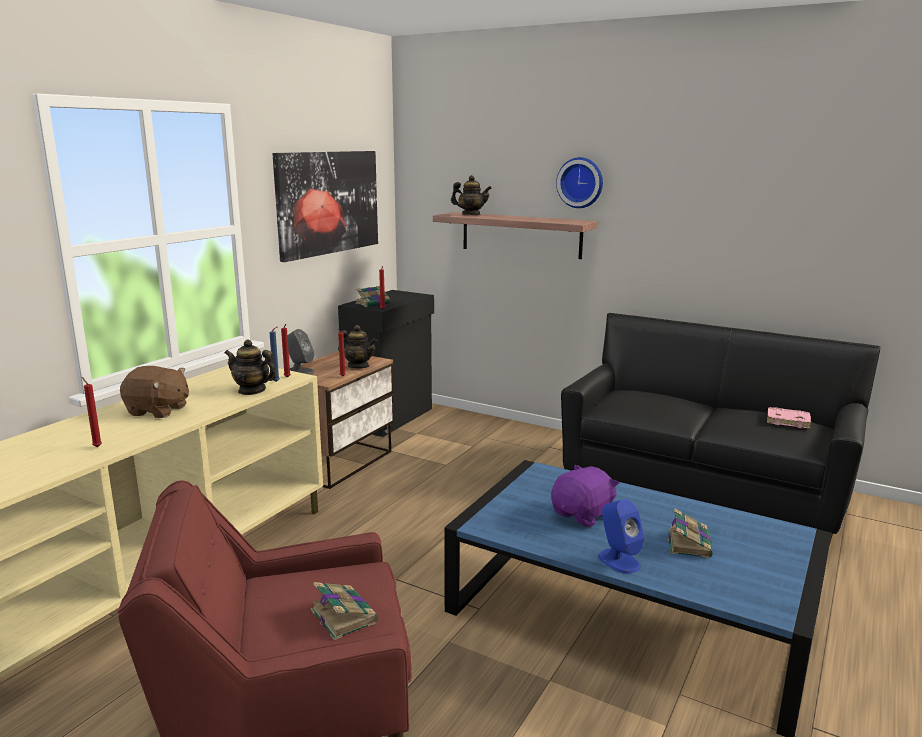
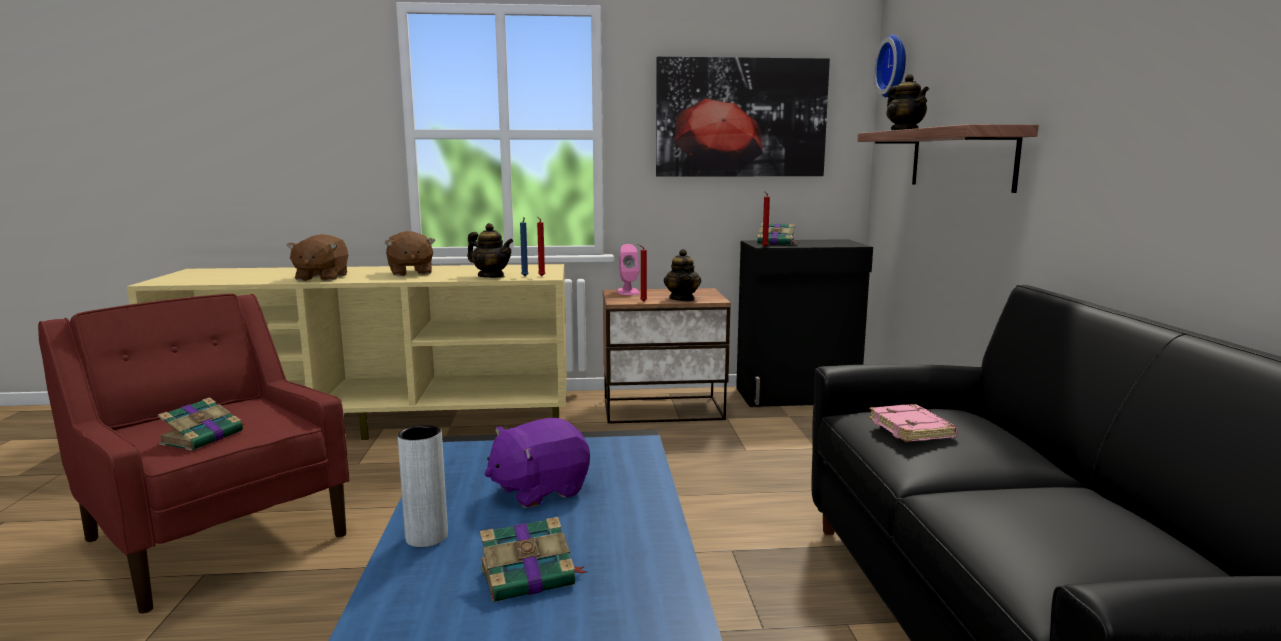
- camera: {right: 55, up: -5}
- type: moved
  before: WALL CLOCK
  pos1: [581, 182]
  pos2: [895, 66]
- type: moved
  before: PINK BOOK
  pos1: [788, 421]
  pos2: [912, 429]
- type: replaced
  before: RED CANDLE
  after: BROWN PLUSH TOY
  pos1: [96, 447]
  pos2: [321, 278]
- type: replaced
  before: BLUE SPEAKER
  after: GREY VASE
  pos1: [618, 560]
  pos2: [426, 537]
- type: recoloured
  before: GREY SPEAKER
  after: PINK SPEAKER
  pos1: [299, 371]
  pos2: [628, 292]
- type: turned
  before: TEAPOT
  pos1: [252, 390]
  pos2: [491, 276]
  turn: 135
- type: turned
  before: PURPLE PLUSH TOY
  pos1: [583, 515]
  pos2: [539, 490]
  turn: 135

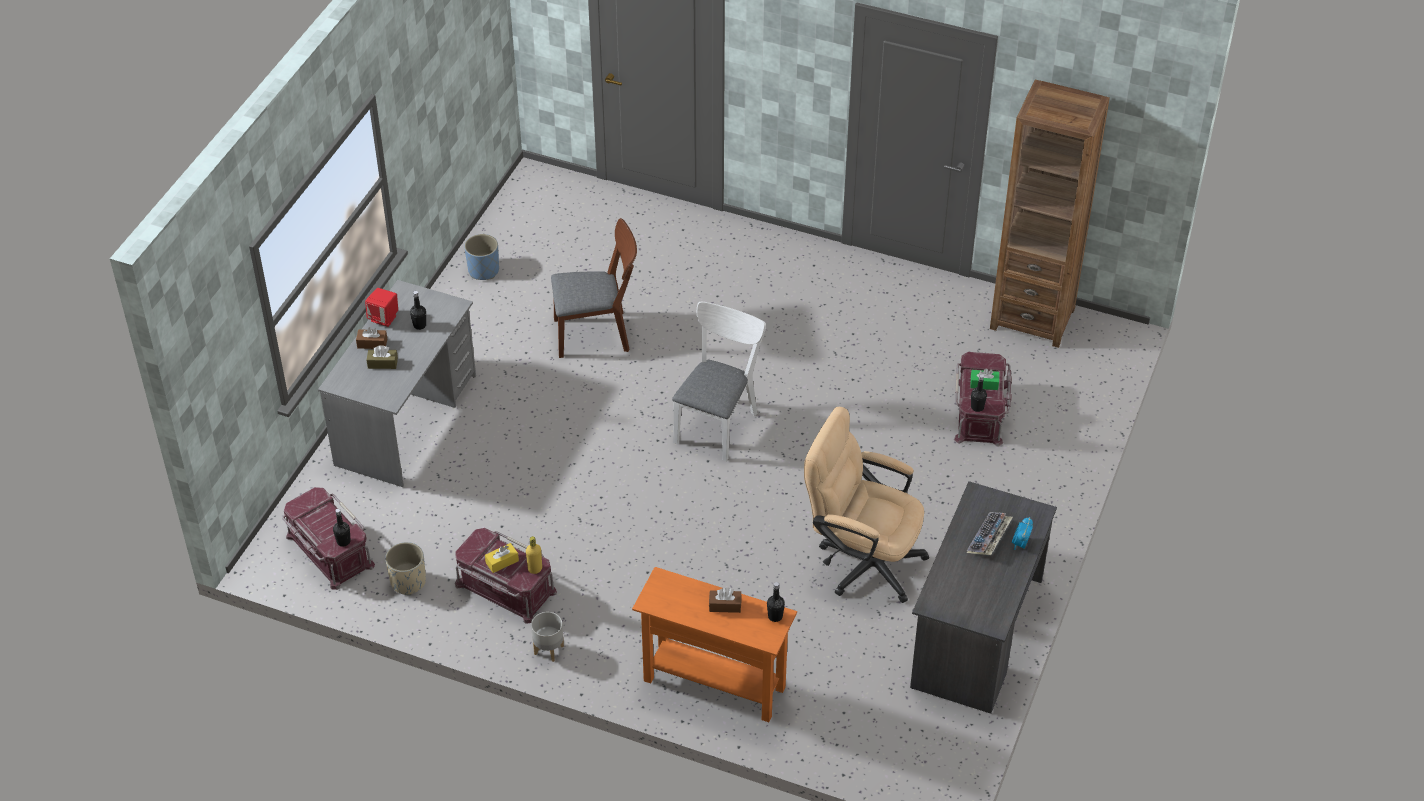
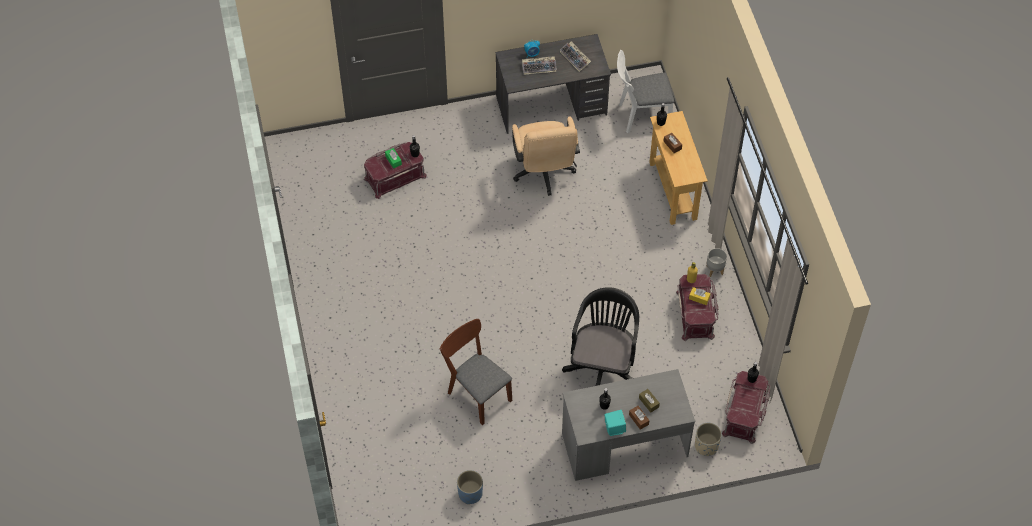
- camera: {right: -125, up: 10}
- type: removed
  before: BROWN BOOKCASE
  pos1: [1032, 318]
- type: added
  after: KEYBOARD
  pos2: [575, 58]
- type: added
  after: BLACK OFFICE CHAIR
  pos2: [603, 366]
- type: moved
  before: BEIGE PLANTER
  pos1: [408, 582]
  pos2: [706, 446]
- type: moved
  before: WHITE CHAIR
  pos1: [718, 422]
  pos2: [640, 115]
- type: recoloured
  before: RED SPEAKER
  after: TURQUOISE SPEAKER
  pos1: [384, 318]
  pos2: [614, 428]
- type: recoloured
  before: ORANGE CONSOLE TABLE
  after: BEIGE CONSOLE TABLE
  pos1: [714, 684]
  pos2: [673, 191]

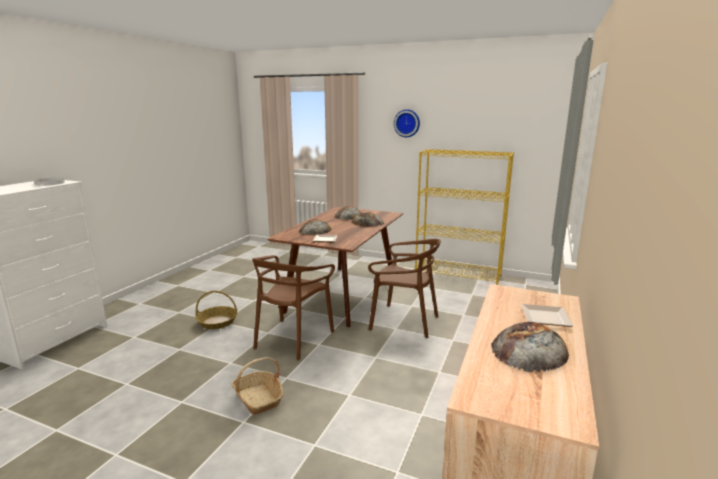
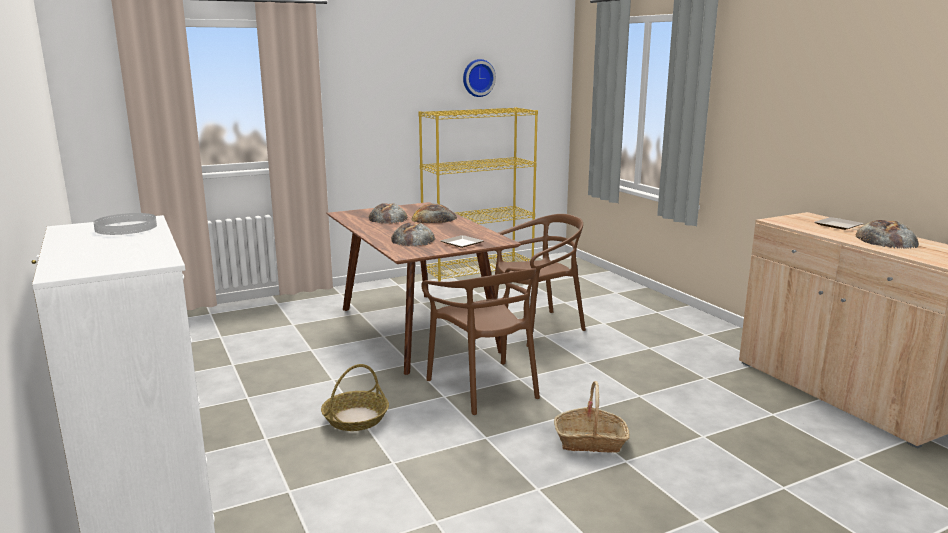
- camera: {right: -50, up: 0}
- type: moved
  before: WALL CLOCK
  pos1: [407, 123]
  pos2: [478, 78]

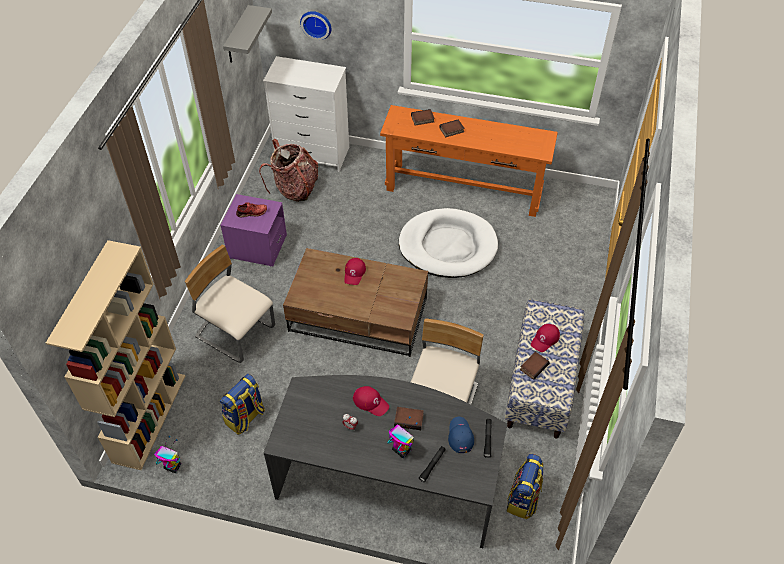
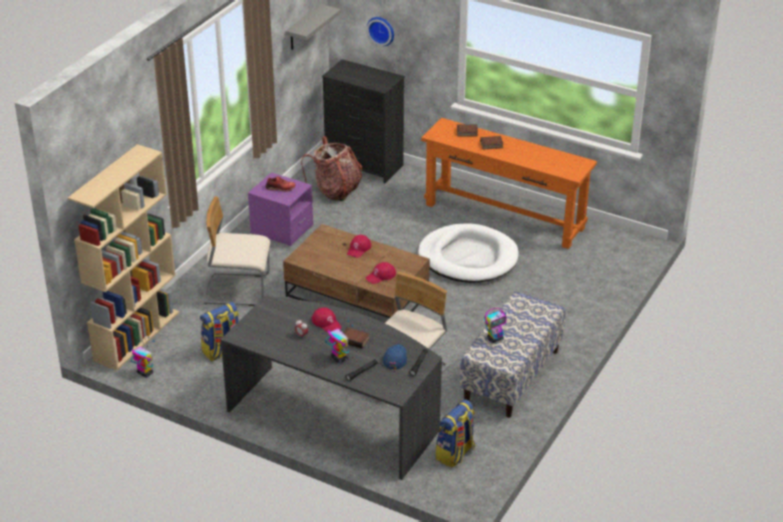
- camera: {right: 15, up: -15}
- type: moved
  before: RED CAP
  pos1: [545, 339]
  pos2: [381, 276]
- type: replaced
  before: BOOK
  after: TOY ROBOT
  pos1: [533, 366]
  pos2: [495, 338]
- type: recoloured
  before: WHITE DRESSER
  after: BLACK DRESSER
  pos1: [312, 154]
  pos2: [364, 165]
- type: turned
  before: BEIGE CHAIR
  pos1: [236, 332]
  pos2: [237, 289]
  turn: -45

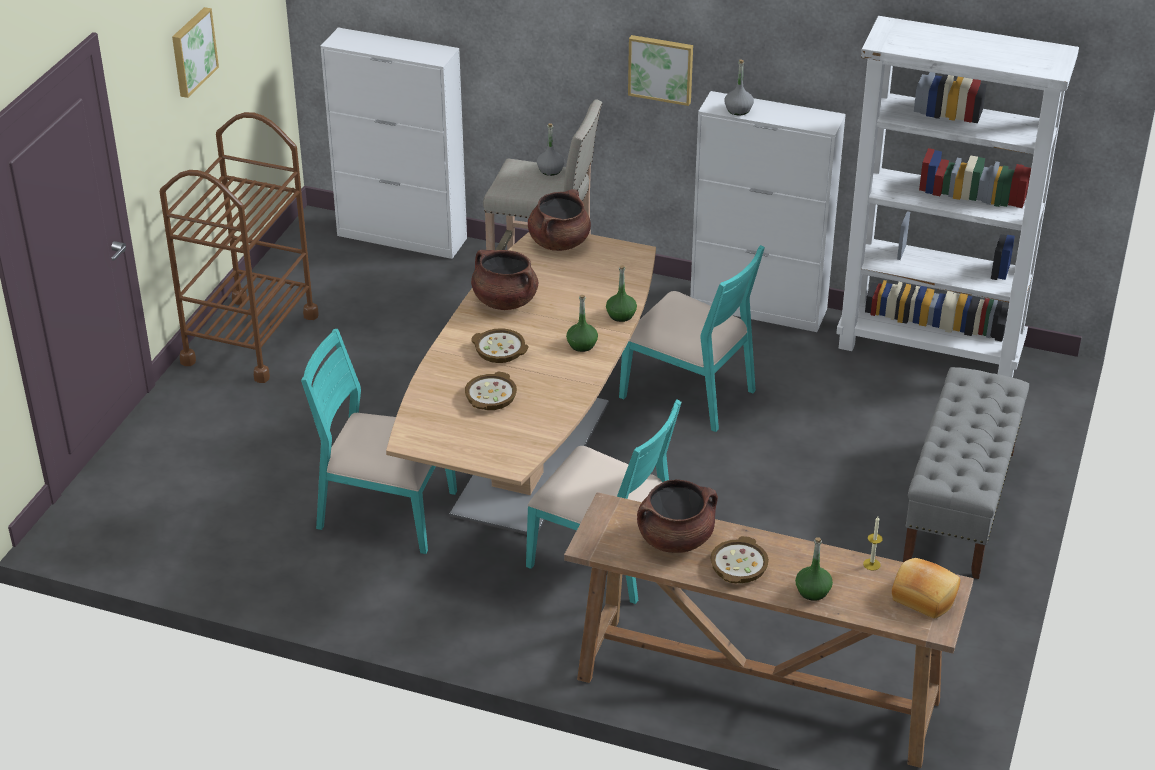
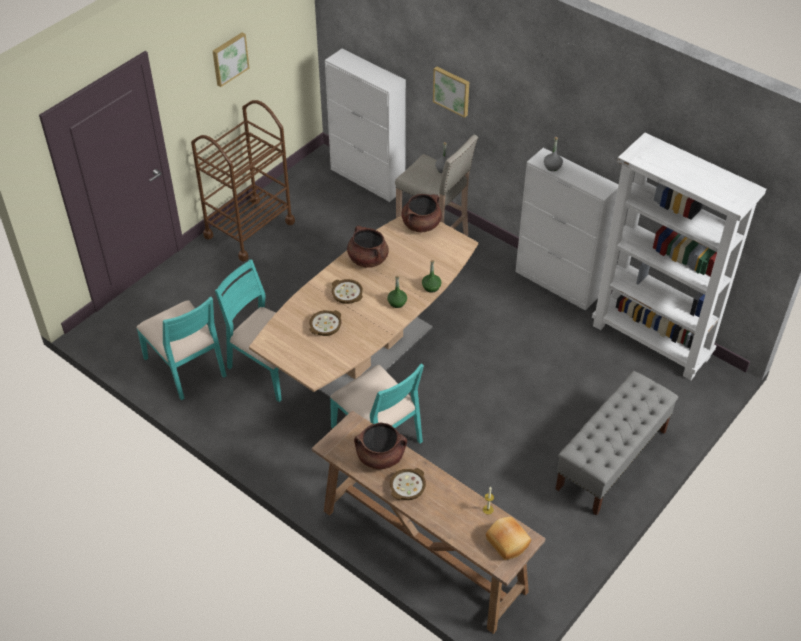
- camera: {right: 20, up: 10}
- type: removed
  before: GREEN BOTTLE
  pos1: [812, 591]
- type: moved
  before: TURQUOISE CHAIR
  pos1: [689, 393]
  pos2: [186, 366]
- type: moved
  before: PICTURE
  pos1: [661, 68]
  pos2: [452, 90]

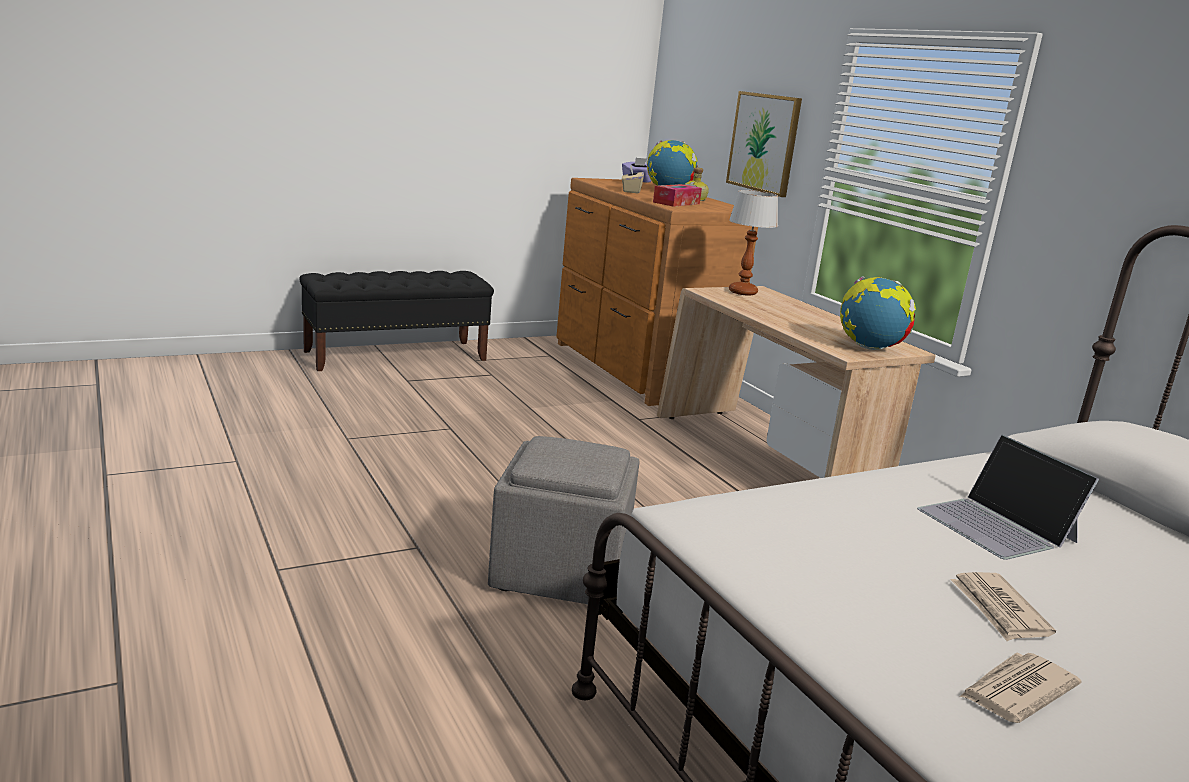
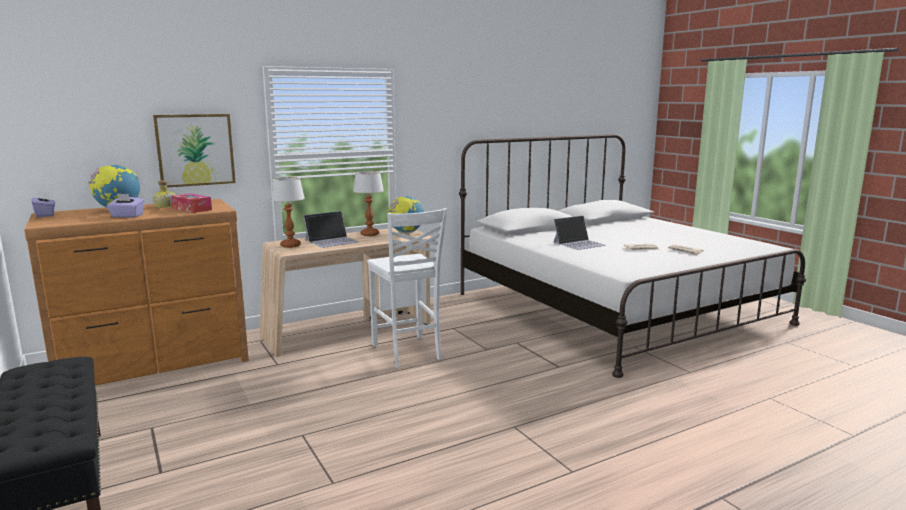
- camera: {right: -90, up: -5}
- type: removed
  before: GREY OTTOMAN
  pos1: [562, 572]
- type: added
  after: LAPTOP
  pos2: [332, 241]
- type: added
  after: TABLE LAMP
  pos2: [370, 234]
- type: added
  after: WHITE CHAIR
  pos2: [407, 352]
- type: recoloured
  before: BEIGE TISSUE BOX
  after: PURPLE TISSUE BOX
  pos1: [631, 191]
  pos2: [127, 216]

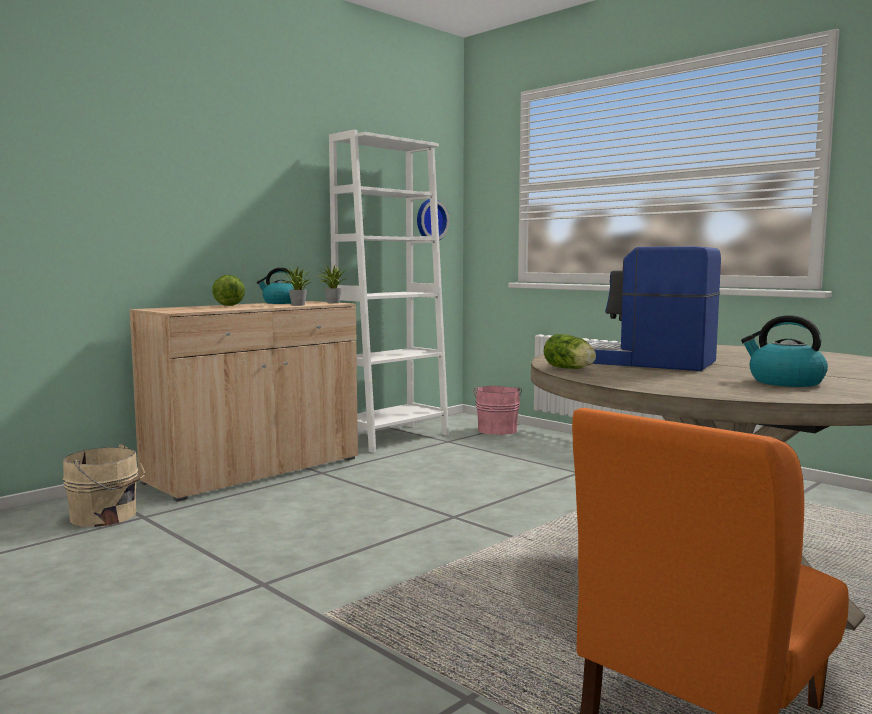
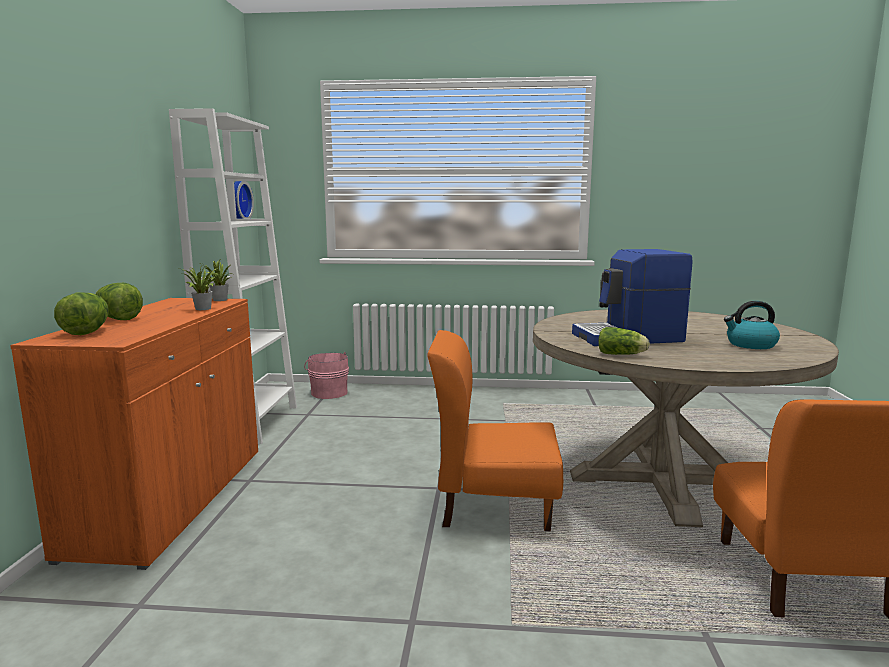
- camera: {right: -40, up: 5}
- type: removed
  before: BEIGE BUCKET
  pos1: [106, 517]
- type: removed
  before: KETTLE
  pos1: [280, 303]
- type: added
  after: LETTUCE
  pos2: [87, 331]
- type: added
  after: ORANGE CHAIR
  pos2: [494, 505]
- type: recoloured
  before: BEIGE CABINET
  after: ORANGE CABINET
  pos1: [255, 470]
  pos2: [172, 500]

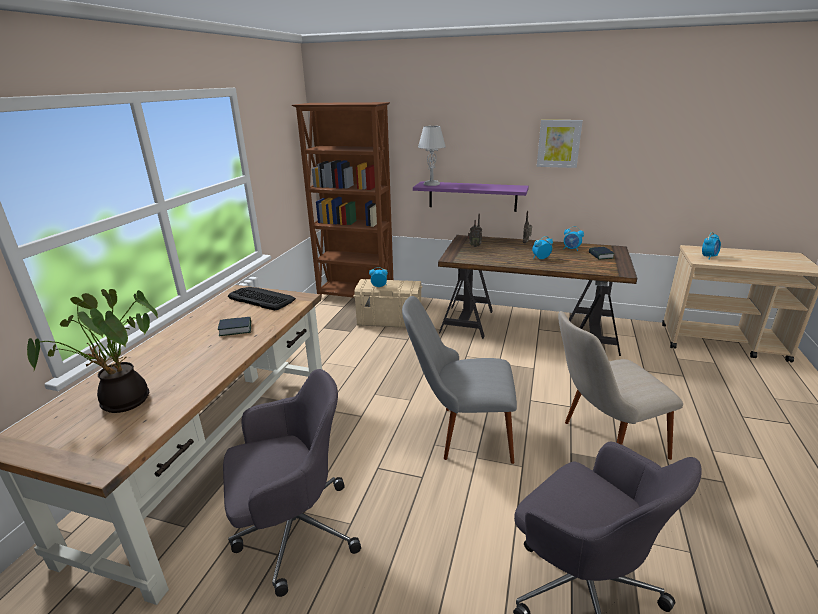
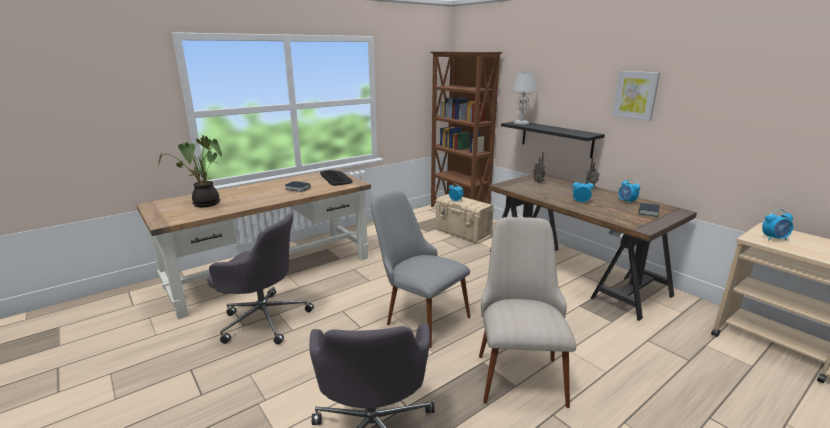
- camera: {right: 35, up: -5}
- type: recoloured
  before: PURPLE SHELF
  after: BLACK SHELF
  pos1: [472, 196]
  pos2: [556, 139]
- type: turned
  before: BEIGE CHAIR
  pos1: [600, 443]
  pos2: [518, 368]
  turn: 75

